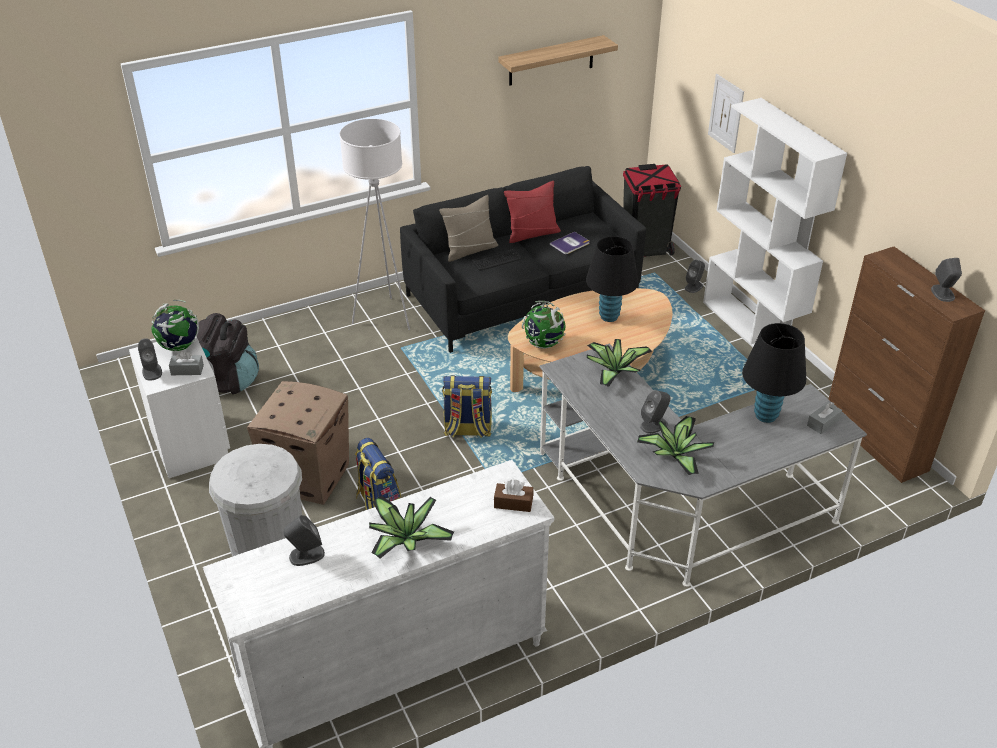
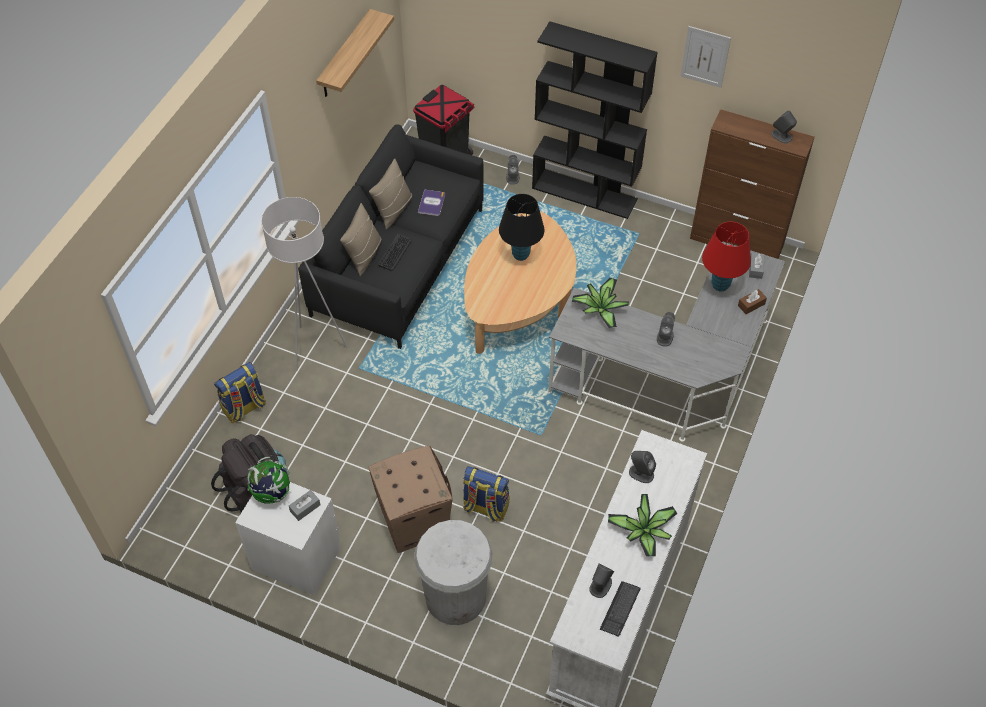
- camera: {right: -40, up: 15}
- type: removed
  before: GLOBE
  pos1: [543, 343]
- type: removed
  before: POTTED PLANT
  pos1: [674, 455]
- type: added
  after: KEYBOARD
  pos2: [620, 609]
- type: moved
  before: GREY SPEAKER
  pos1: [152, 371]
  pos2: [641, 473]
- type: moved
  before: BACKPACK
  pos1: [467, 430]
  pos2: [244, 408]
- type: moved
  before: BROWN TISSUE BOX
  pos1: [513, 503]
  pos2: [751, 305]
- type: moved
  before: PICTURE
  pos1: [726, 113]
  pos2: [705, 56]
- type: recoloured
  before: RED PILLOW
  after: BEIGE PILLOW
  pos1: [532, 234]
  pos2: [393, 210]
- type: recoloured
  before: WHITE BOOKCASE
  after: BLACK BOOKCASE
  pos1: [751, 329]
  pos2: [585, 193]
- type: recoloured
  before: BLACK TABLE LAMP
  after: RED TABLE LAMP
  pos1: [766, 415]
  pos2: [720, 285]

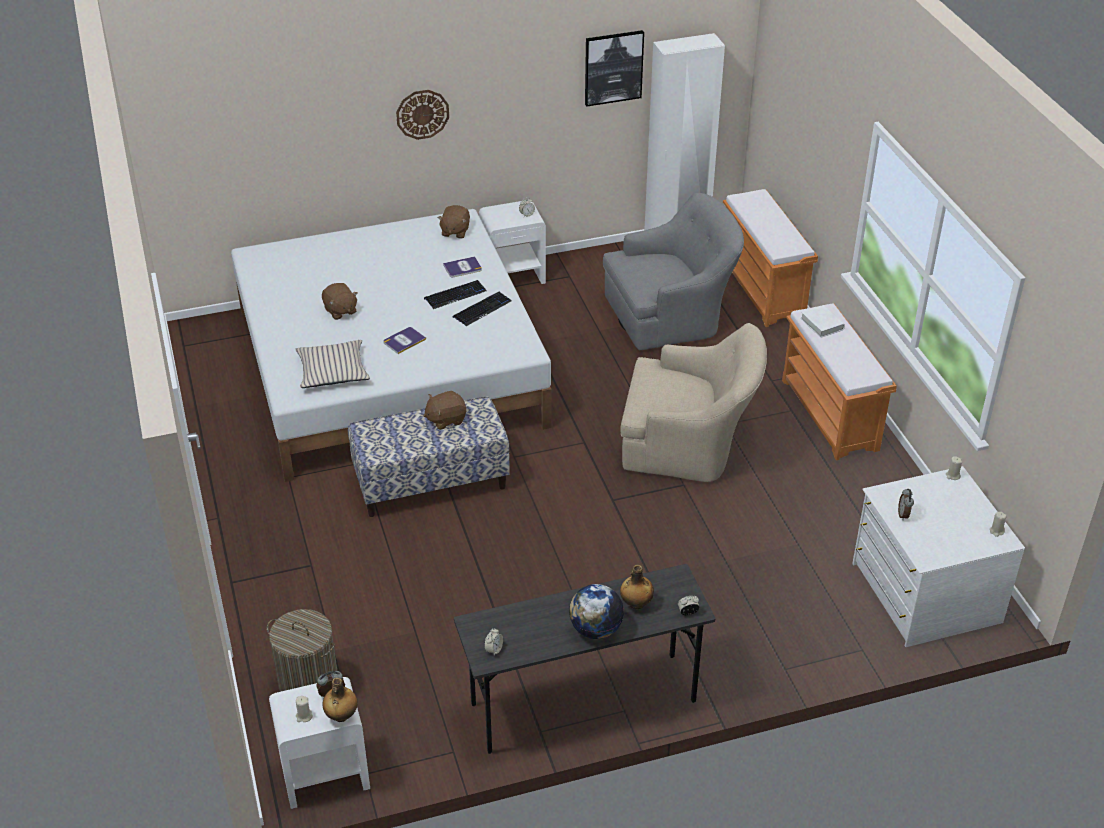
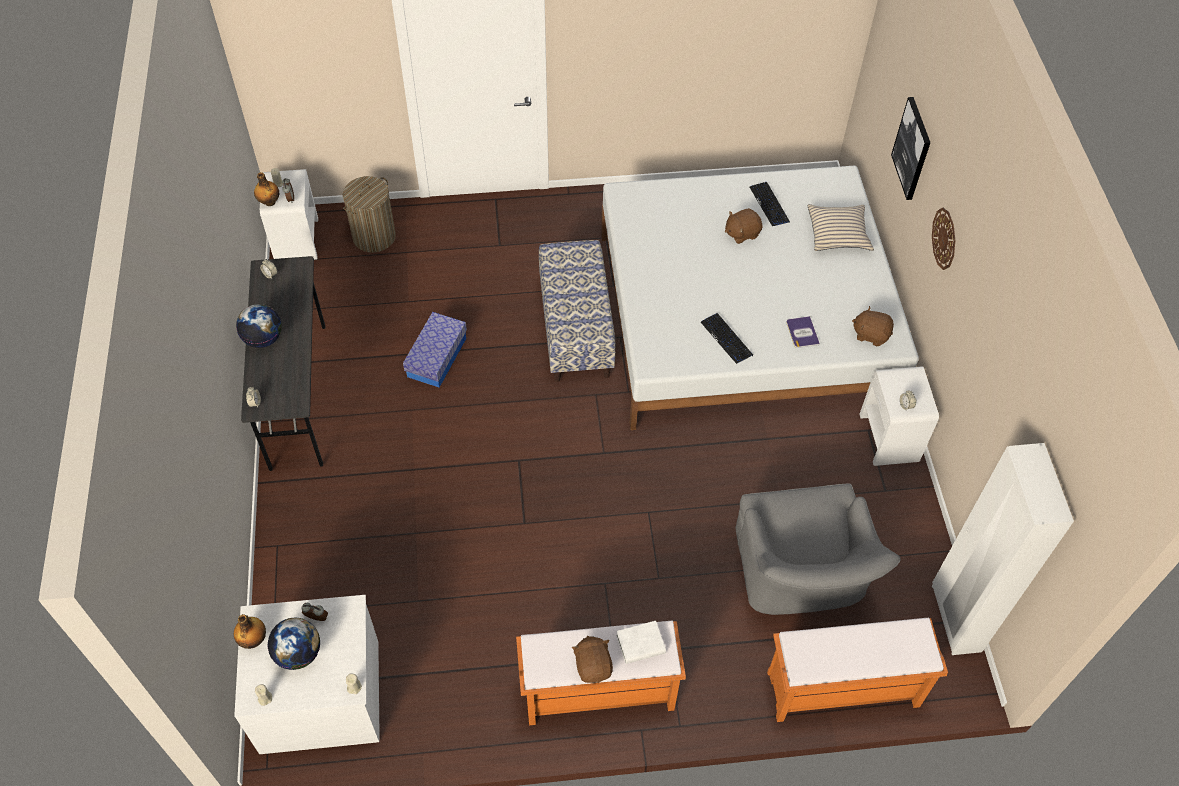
- camera: {right: 100, up: 15}
- type: removed
  before: BOOK
  pos1: [404, 341]
- type: removed
  before: BEIGE ARMCHAIR
  pos1: [689, 444]
- type: added
  after: GLOBE
  pos2: [299, 653]
- type: added
  after: STORAGE BOX
  pos2: [437, 357]
- type: moved
  before: BEIGE PILLOW
  pos1: [332, 371]
  pos2: [838, 233]
- type: moved
  before: BROWN PLUSH TOY
  pos1: [446, 419]
  pos2: [593, 666]
- type: moved
  before: KEYBOARD
  pos1: [455, 295]
  pos2: [769, 205]
- type: moved
  before: PICTURE
  pos1: [613, 67]
  pos2: [912, 148]
- type: moved
  before: BOTTLE
  pos1: [636, 603]
  pos2: [254, 639]

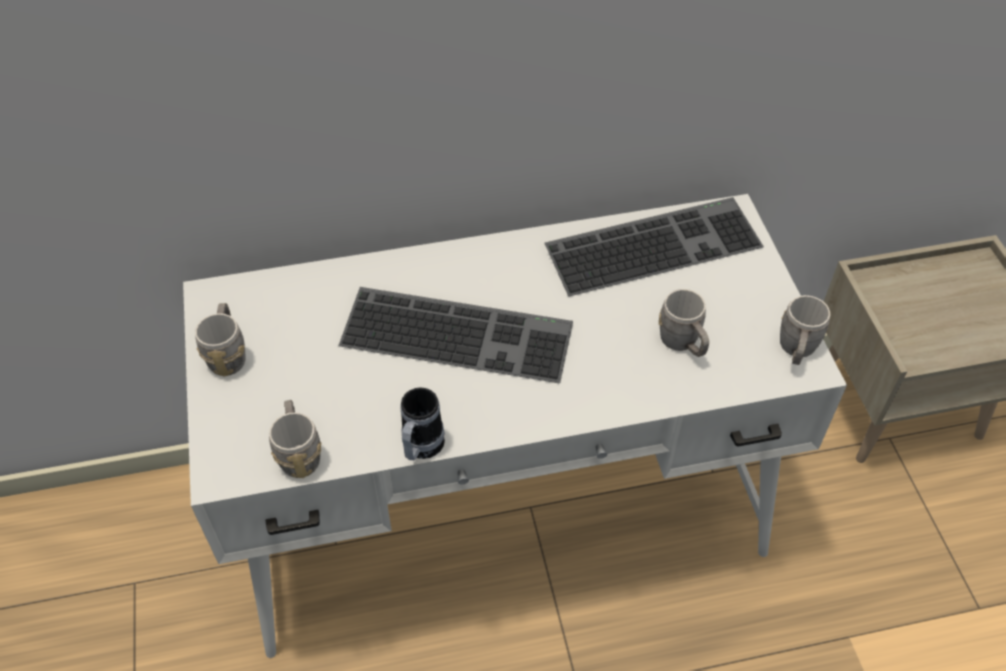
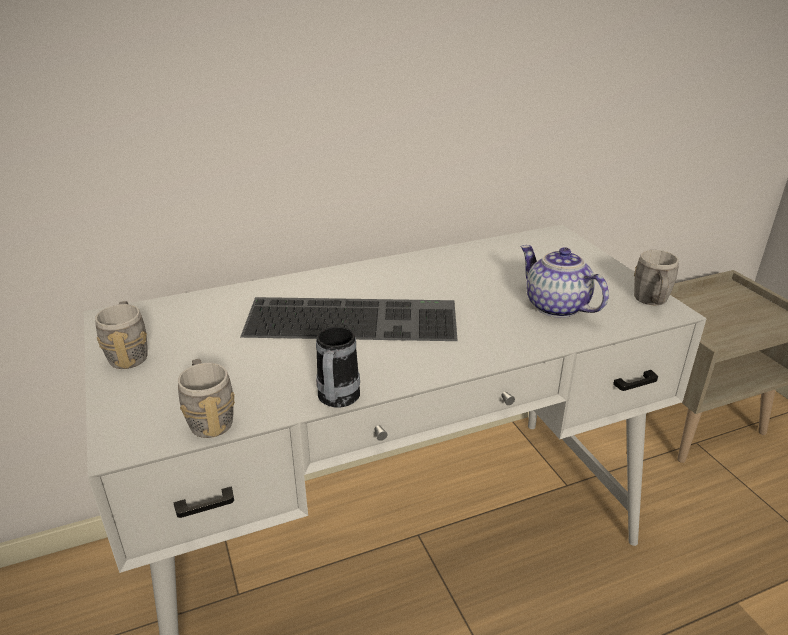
- camera: {right: -10, up: -20}
- type: removed
  before: KEYBOARD
  pos1: [654, 243]
- type: replaced
  before: GREY MUG
  after: TEAPOT
  pos1: [683, 344]
  pos2: [555, 307]

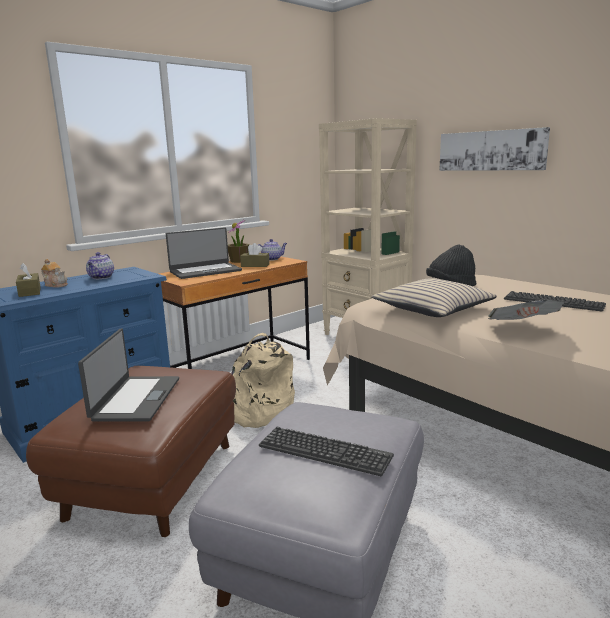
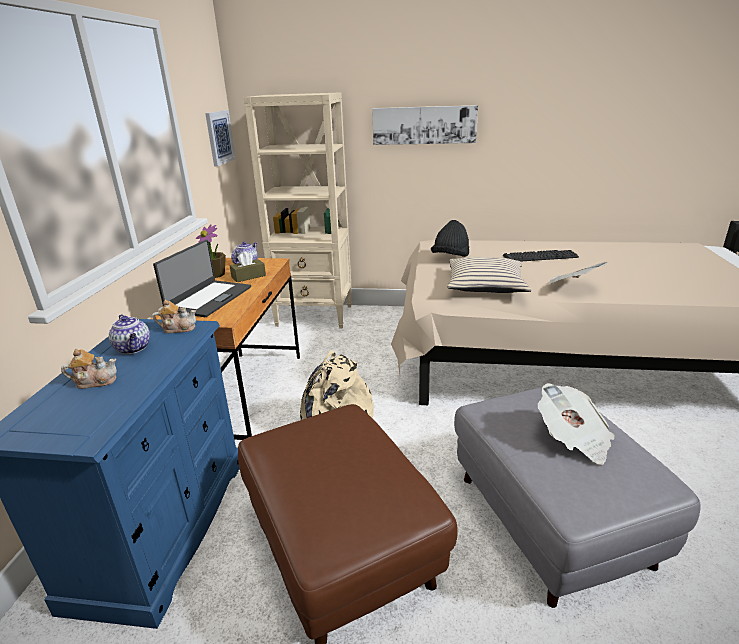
- camera: {right: -40, up: 10}
- type: removed
  before: BROWN TISSUE BOX
  pos1: [30, 292]
- type: removed
  before: LAPTOP
  pos1: [135, 399]
- type: added
  after: TEAPOT
  pos2: [178, 328]
- type: added
  after: PICTURE
  pos2: [219, 137]
- type: replaced
  before: KEYBOARD
  after: NEWSPAPER
  pos1: [324, 451]
  pos2: [573, 439]

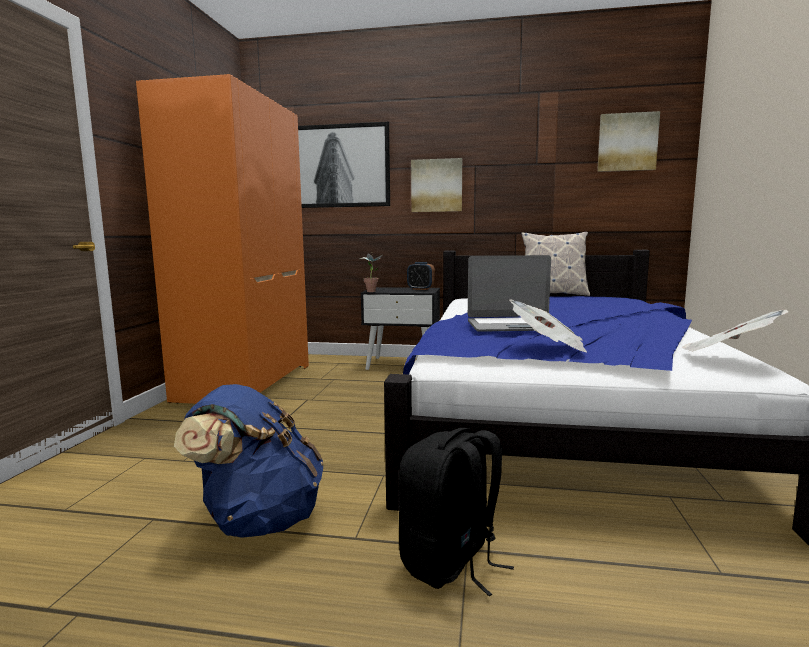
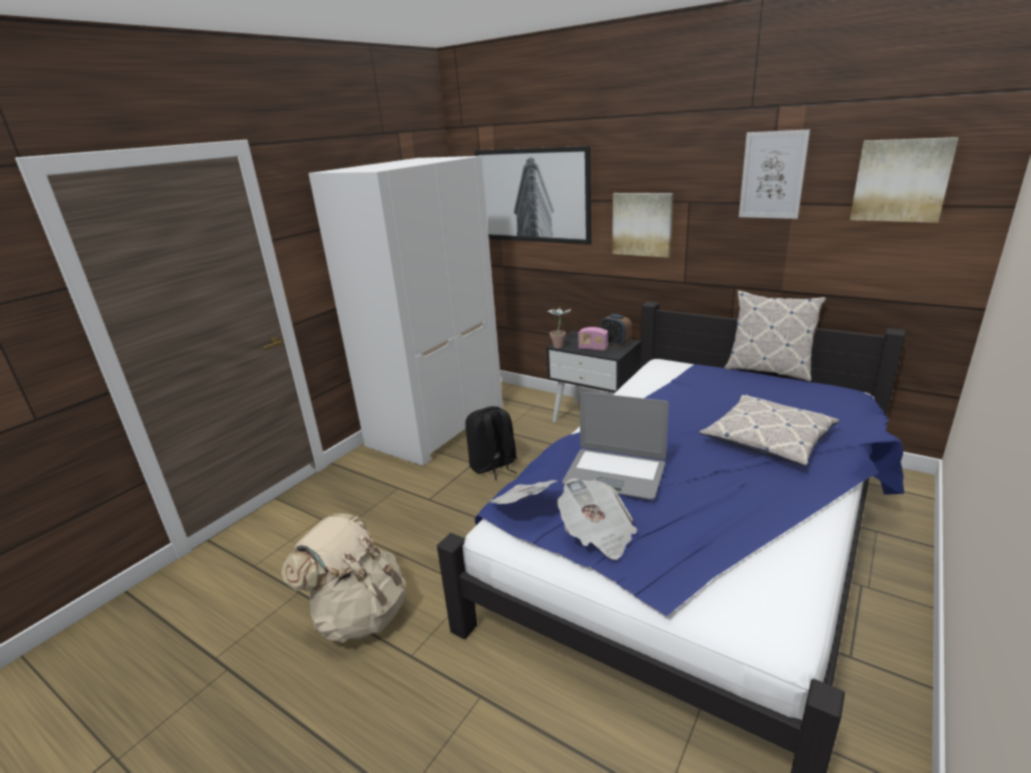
- camera: {right: 25, up: 15}
- type: added
  after: RADIO
  pos2: [593, 348]
- type: added
  after: PILLOW
  pos2: [768, 438]
- type: added
  after: PICTURE
  pos2: [772, 175]
- type: moved
  before: BLACK BACKPACK
  pos1: [451, 563]
  pos2: [493, 466]
- type: moved
  before: NEWSPAPER
  pos1: [727, 354]
  pos2: [523, 507]
- type: recoloured
  before: ORANGE WARDROBE
  after: WHITE WARDROBE
  pos1: [245, 382]
  pos2: [437, 425]
- type: recoloured
  before: BLUE BACKPACK
  after: BEIGE BACKPACK
  pos1: [258, 520]
  pos2: [359, 614]

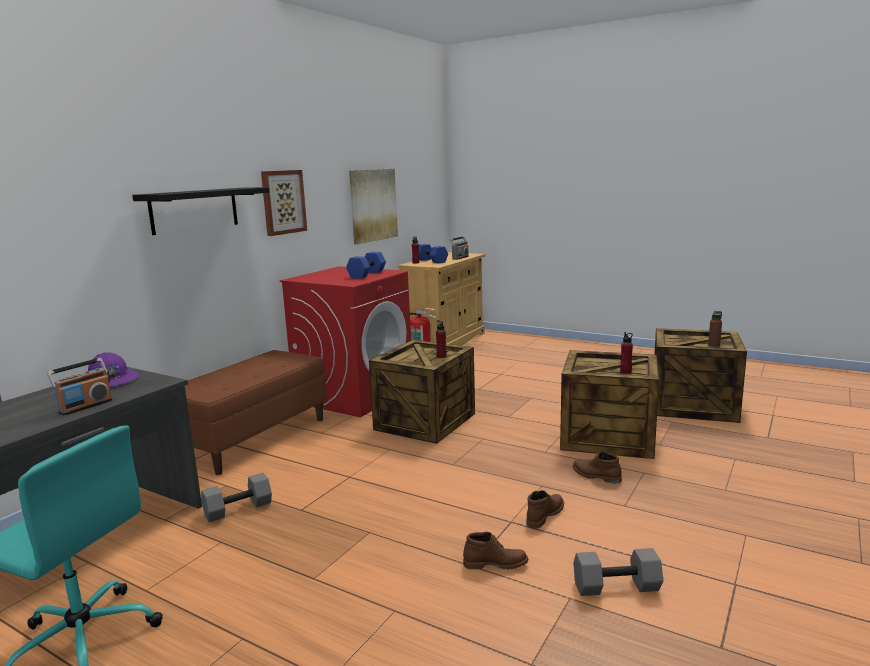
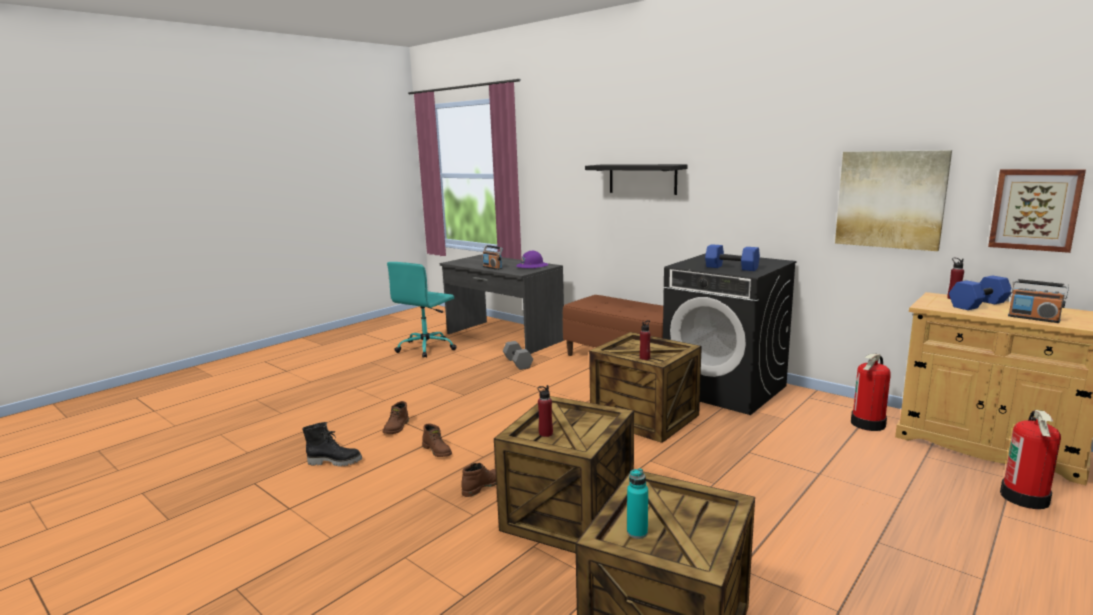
- camera: {right: 100, up: 0}
- type: added
  after: FIRE EXTINGUISHER
  pos2: [1025, 498]
- type: moved
  before: PICTURE
  pos1: [283, 202]
  pos2: [1035, 209]
- type: replaced
  before: GREY DUMBBELL
  after: BLACK BOOT
  pos1: [616, 588]
  pos2: [335, 461]
- type: recoloured
  before: RED WASHING MACHINE
  after: BLACK WASHING MACHINE
  pos1: [354, 395]
  pos2: [725, 389]
- type: recoloured
  before: BROWN BOTTLE
  after: TURQUOISE BOTTLE
  pos1: [714, 346]
  pos2: [637, 532]

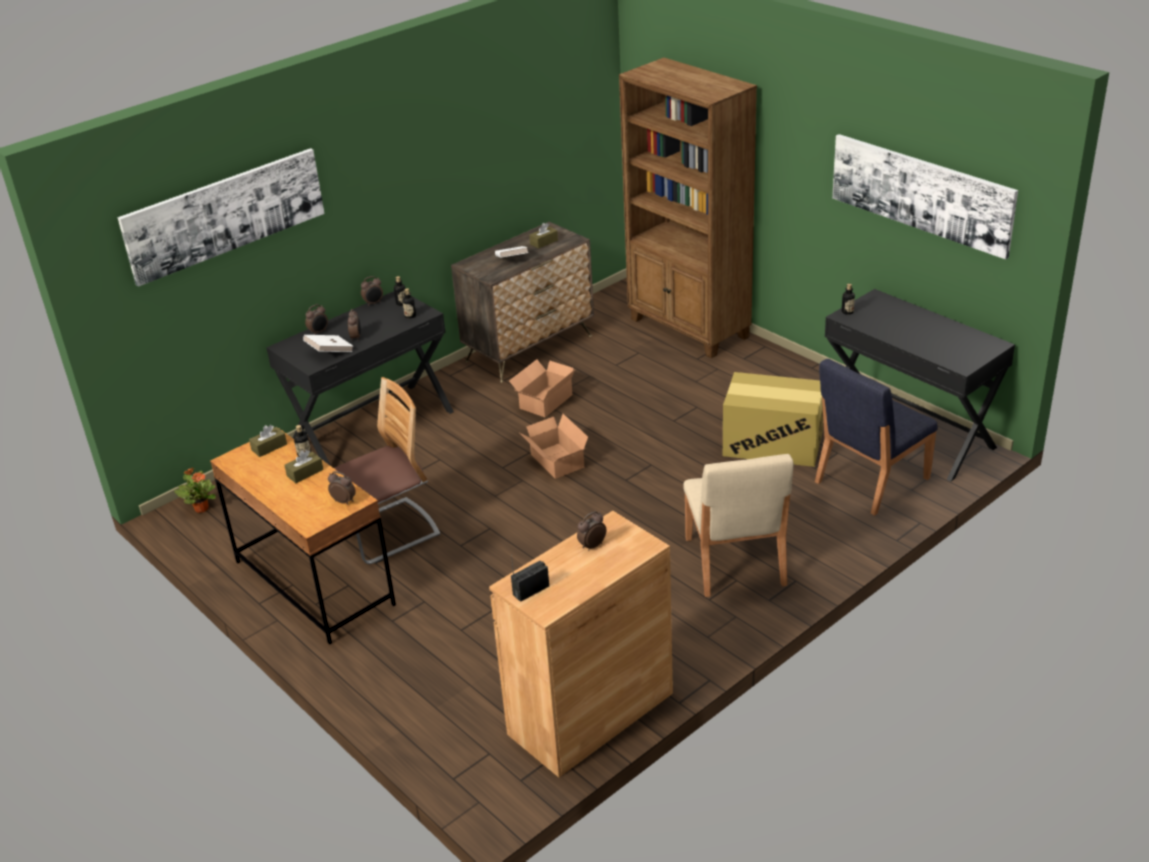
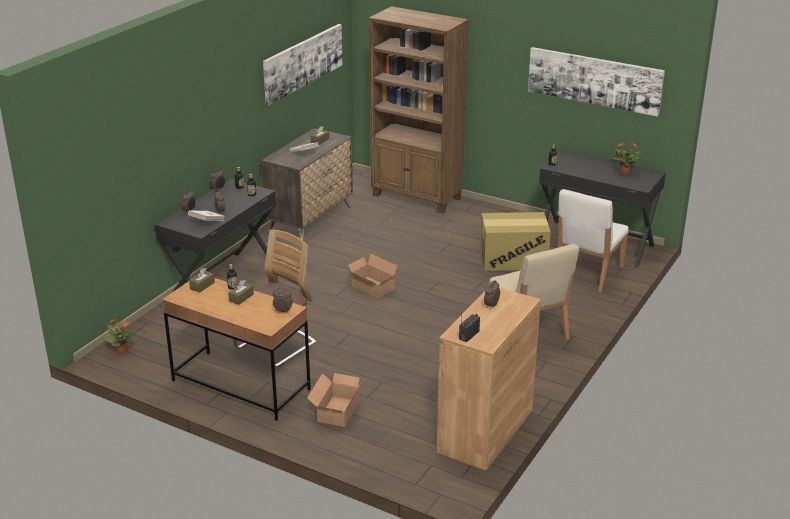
- camera: {right: -20, up: -5}
- type: added
  after: POTTED PLANT
  pos2: [624, 172]
- type: moved
  before: PICTURE
  pos1: [225, 214]
  pos2: [303, 62]
- type: moved
  before: CARDBOARD BOX
  pos1: [543, 401]
  pos2: [336, 412]
- type: recoloured
  before: BLUE CHAIR
  after: WHITE CHAIR
  pos1: [870, 480]
  pos2: [587, 273]

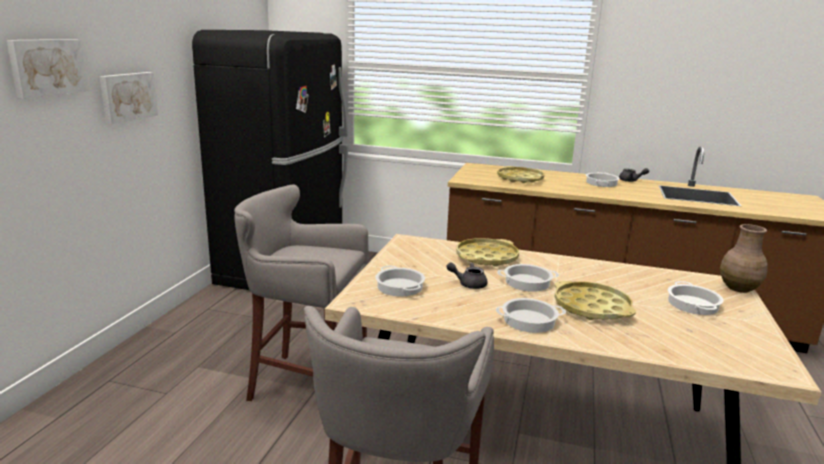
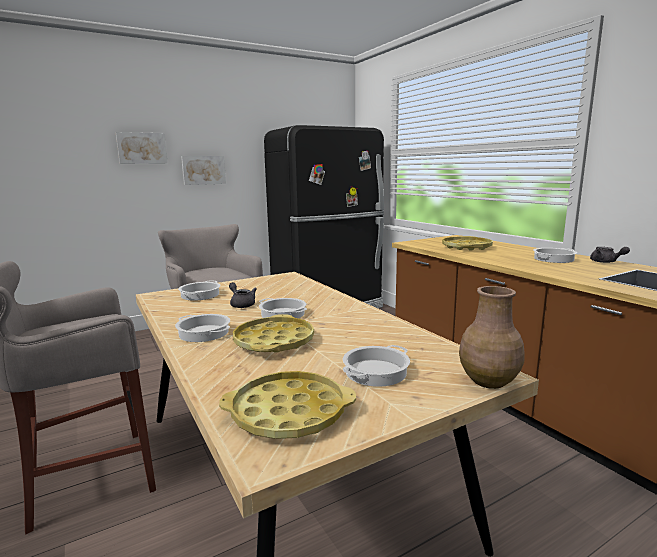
- camera: {right: 45, up: -5}
- type: moved
  before: YELLOW TRAY
  pos1: [486, 257]
  pos2: [288, 412]

